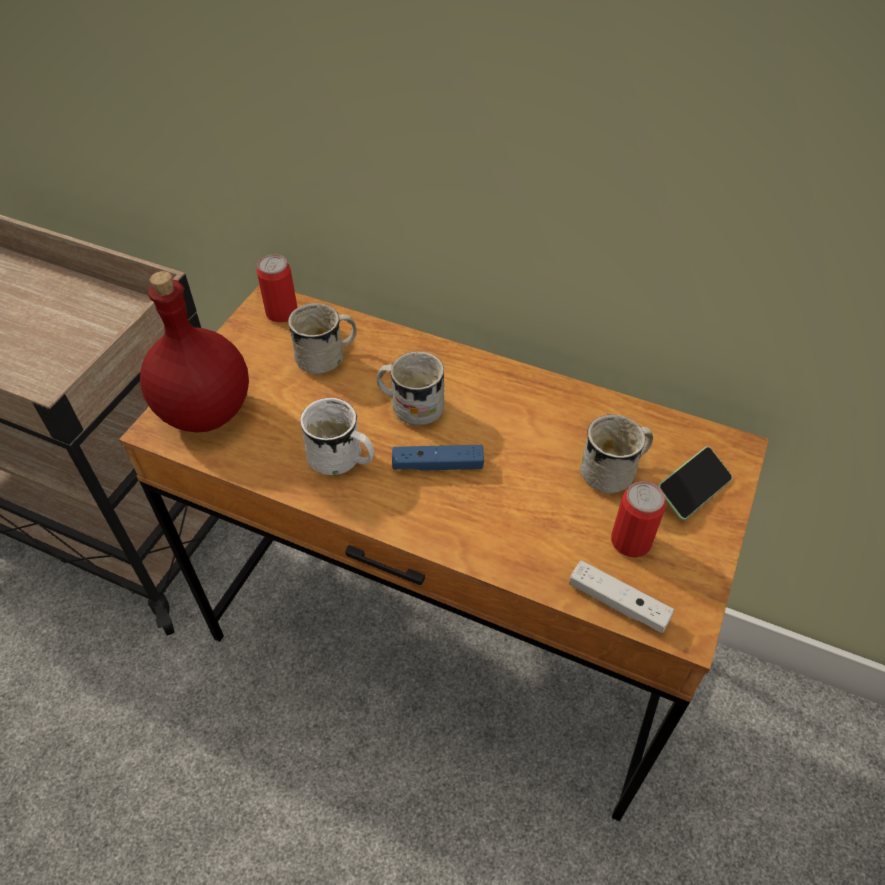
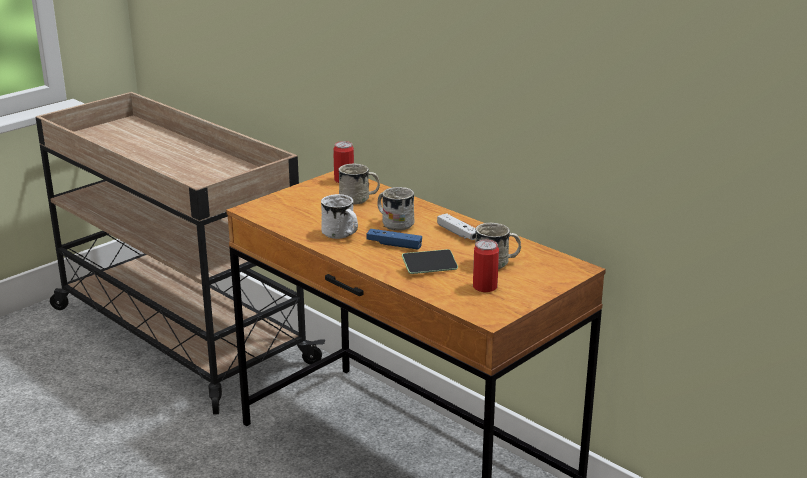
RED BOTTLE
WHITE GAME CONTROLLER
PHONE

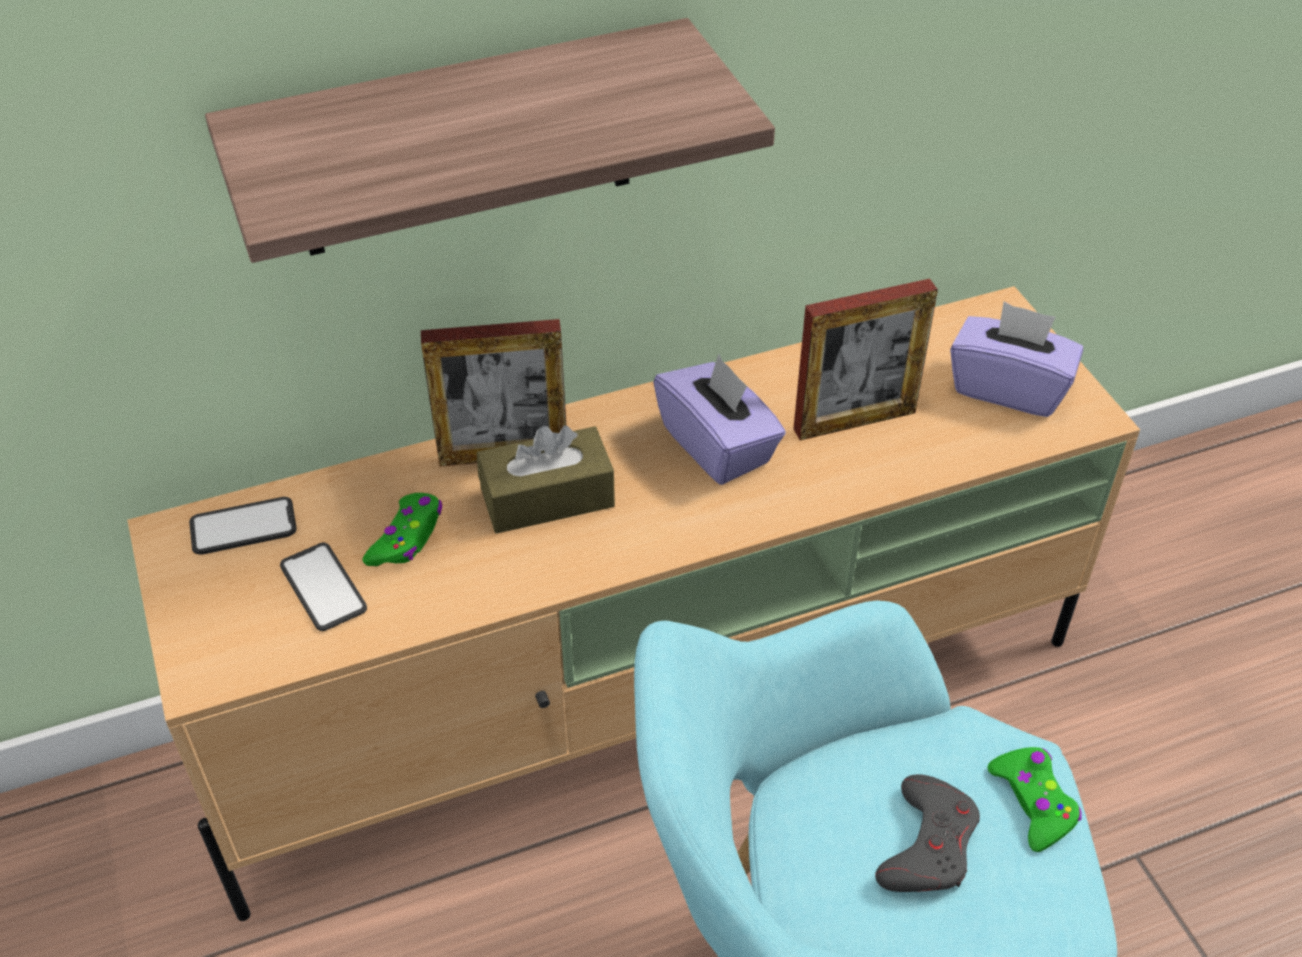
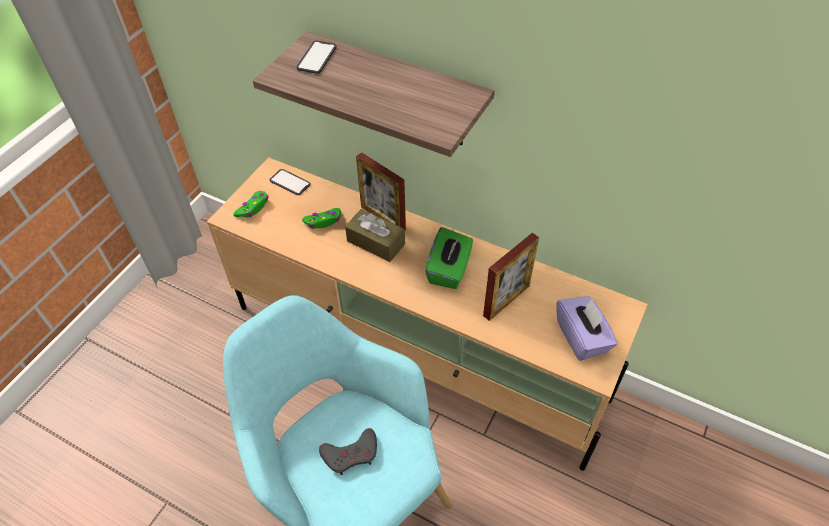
PHONE (no. 2 from left)
GREEN GAME CONTROLLER (no. 1 from left)
GREEN TISSUE BOX
PICTURE FRAME (no. 2 from left)

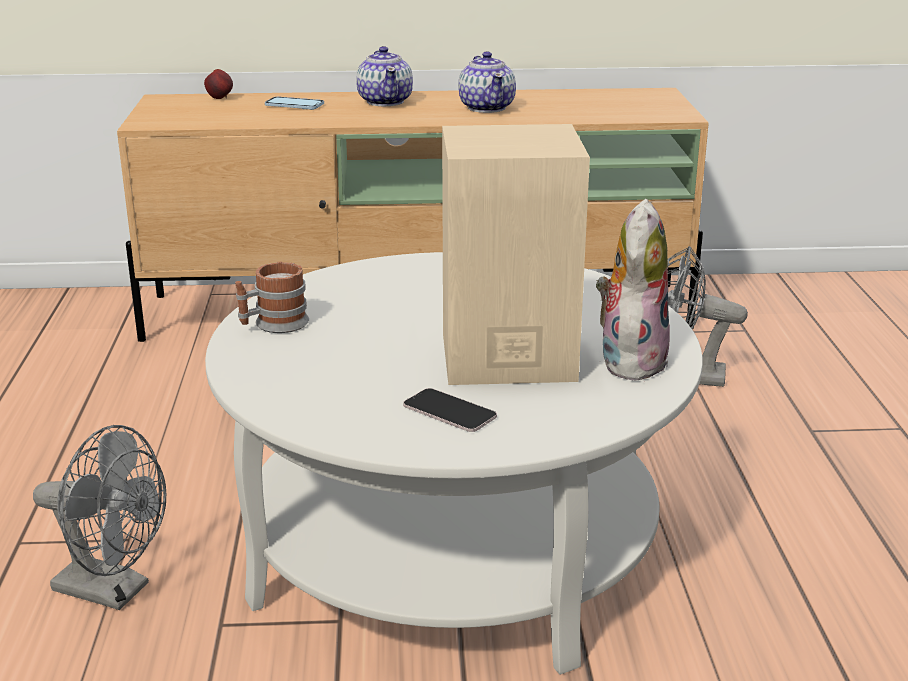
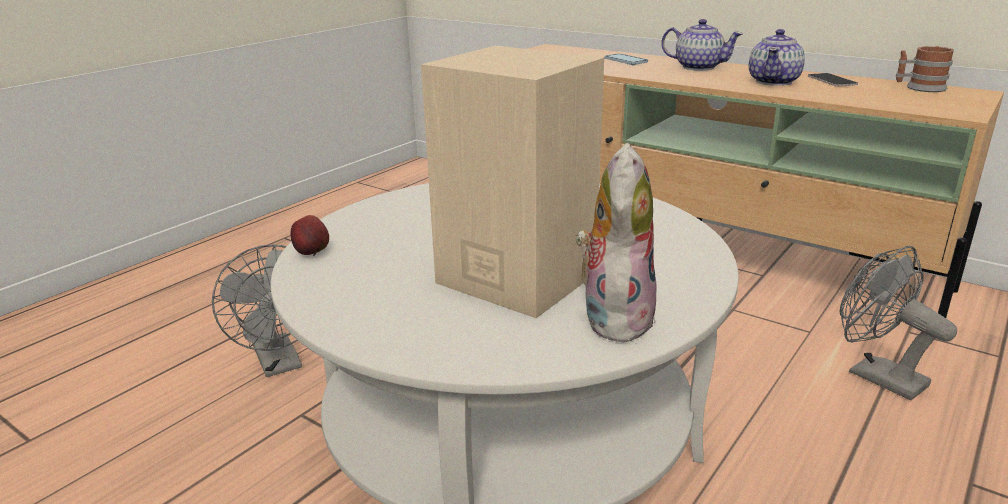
APPLE
MUG
PHONE (no. 2 from left)
TEAPOT (no. 1 from left)
PLUSH TOY

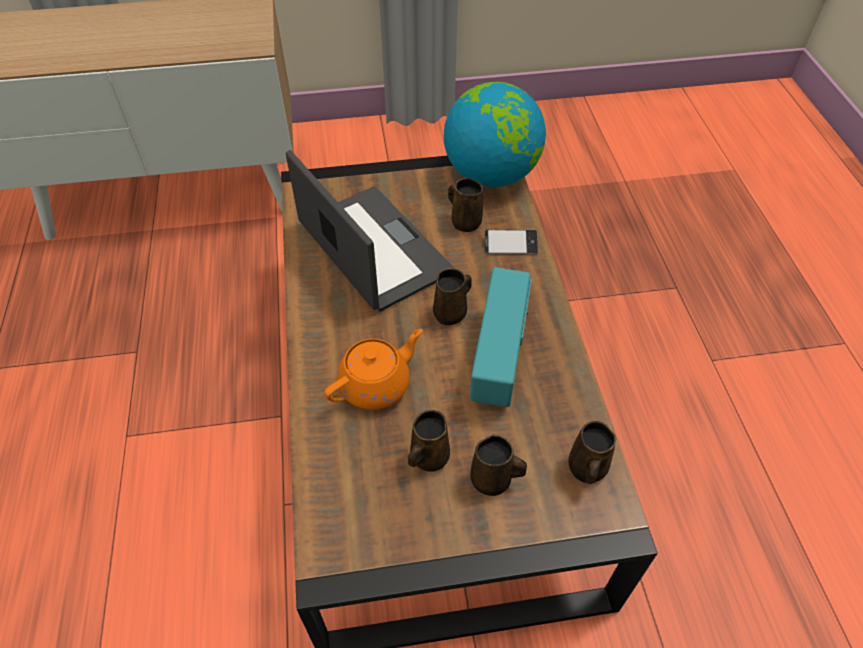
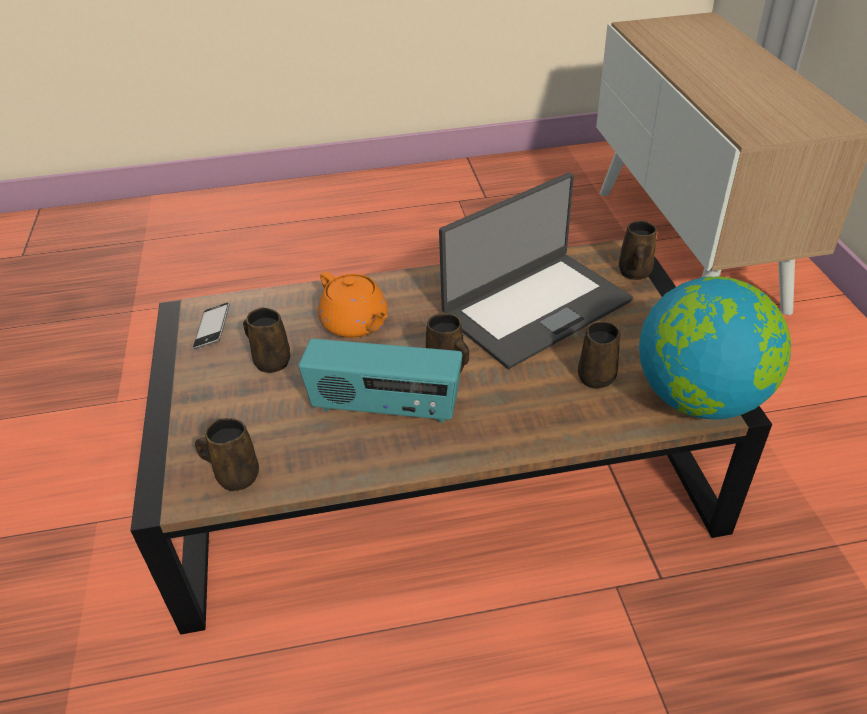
BROWN MUG (no. 5 from left)
PHONE

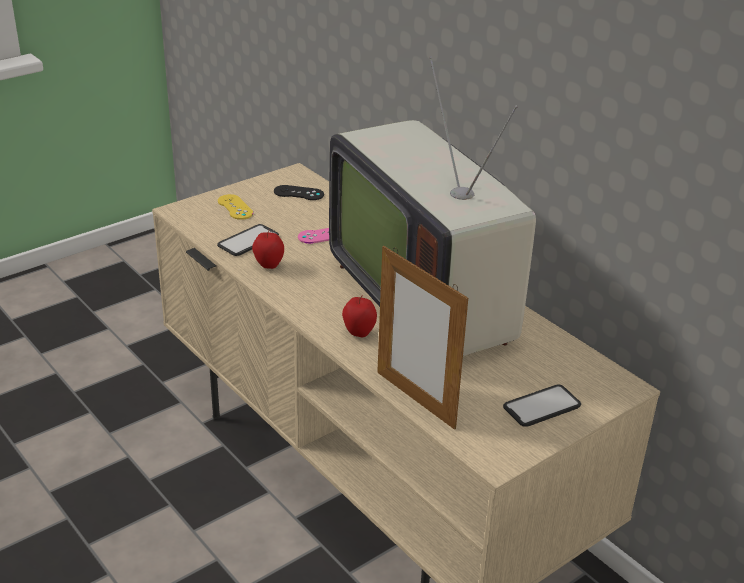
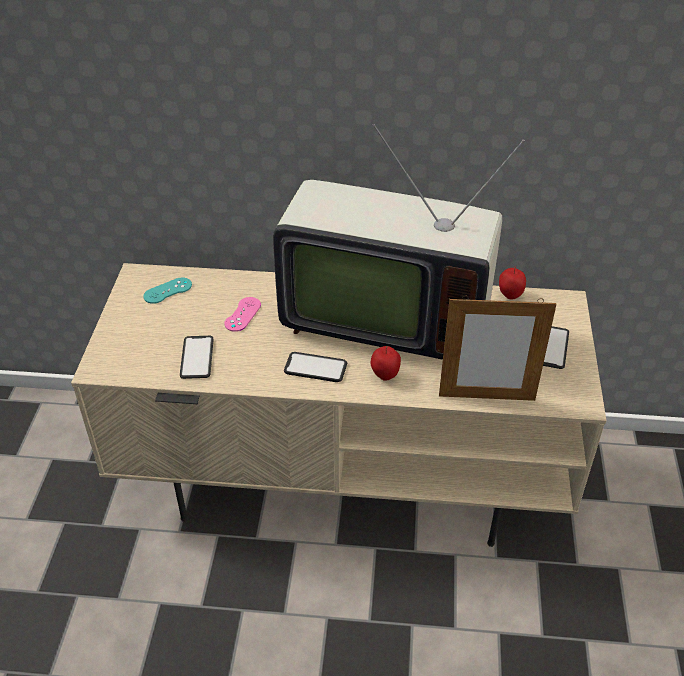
YELLOW GAME CONTROLLER
PHONE (no. 2 from left)
APPLE (no. 2 from left)
TURQUOISE GAME CONTROLLER

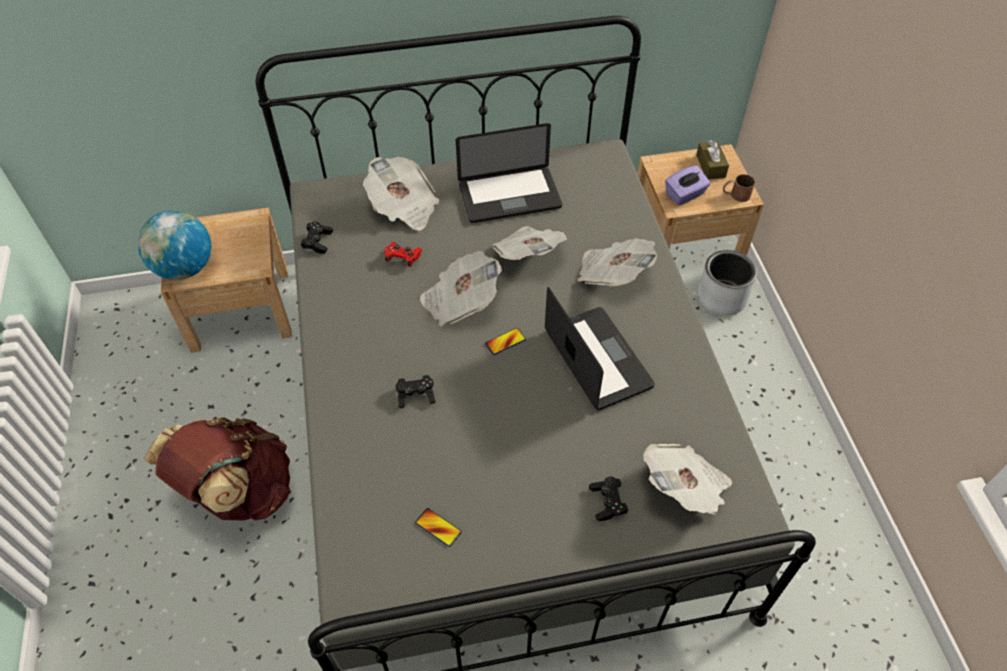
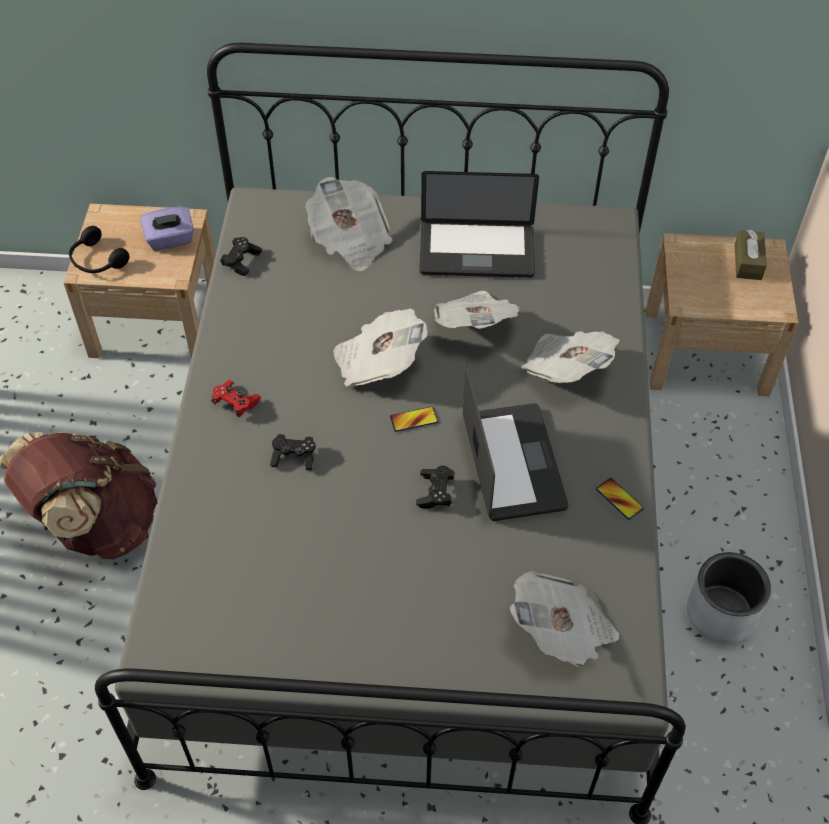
BROWN MUG
RED GAME CONTROLLER
PHONE (no. 2 from left)
BLACK GAME CONTROLLER (no. 3 from left)
PURPLE TISSUE BOX
GREY PLANTER
BLACK HEADPHONES

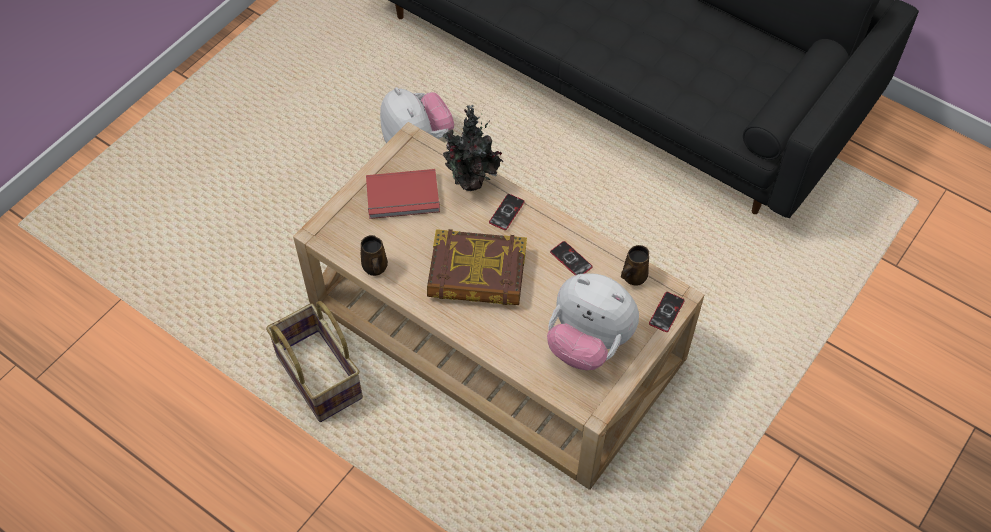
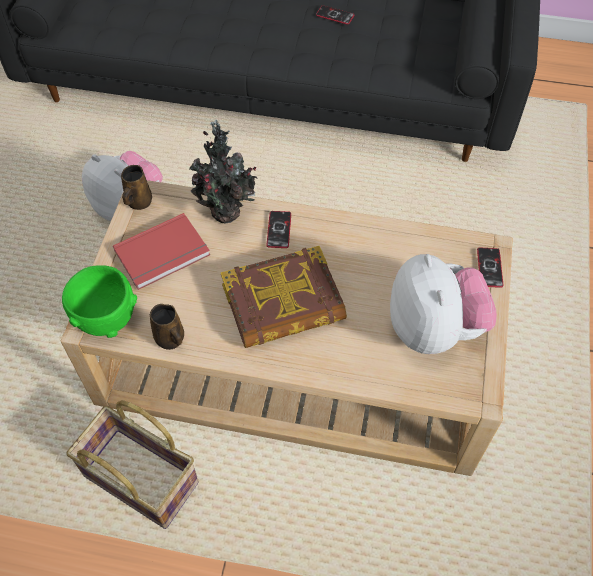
GREEN BOWL
PHONE (no. 2 from left)
BROWN MUG (no. 1 from left)
PLUSH TOY (no. 2 from left)

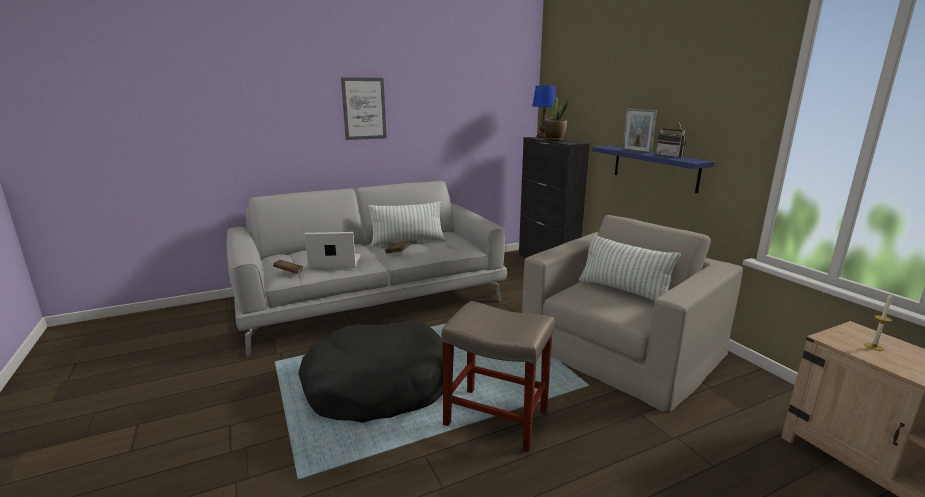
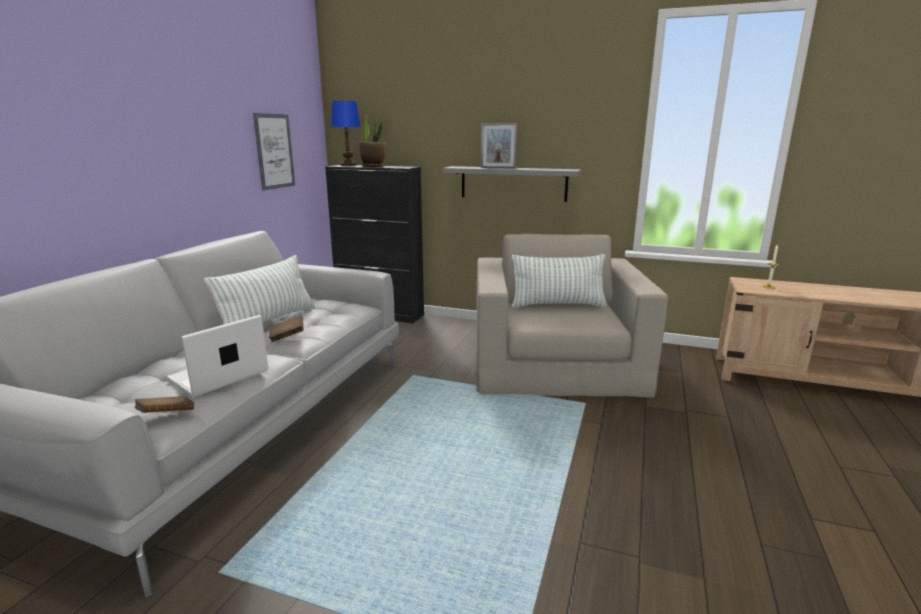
BLACK DOG BED
BEIGE STOOL
RADIO
PICTURE
GREY SHELF

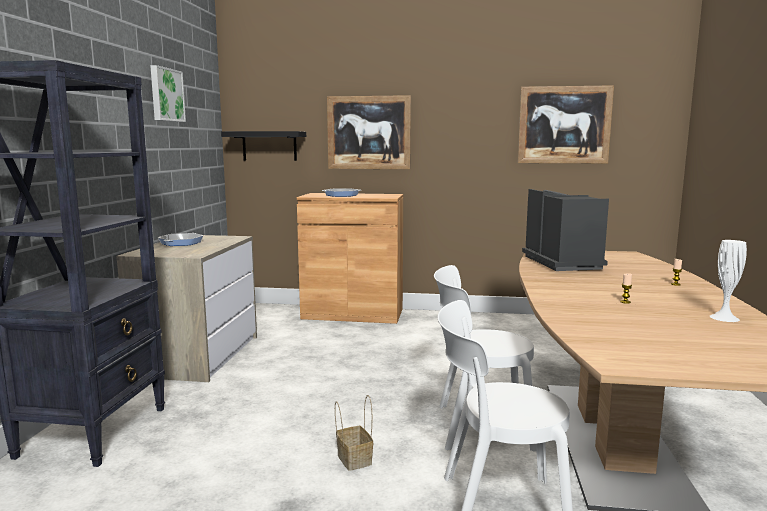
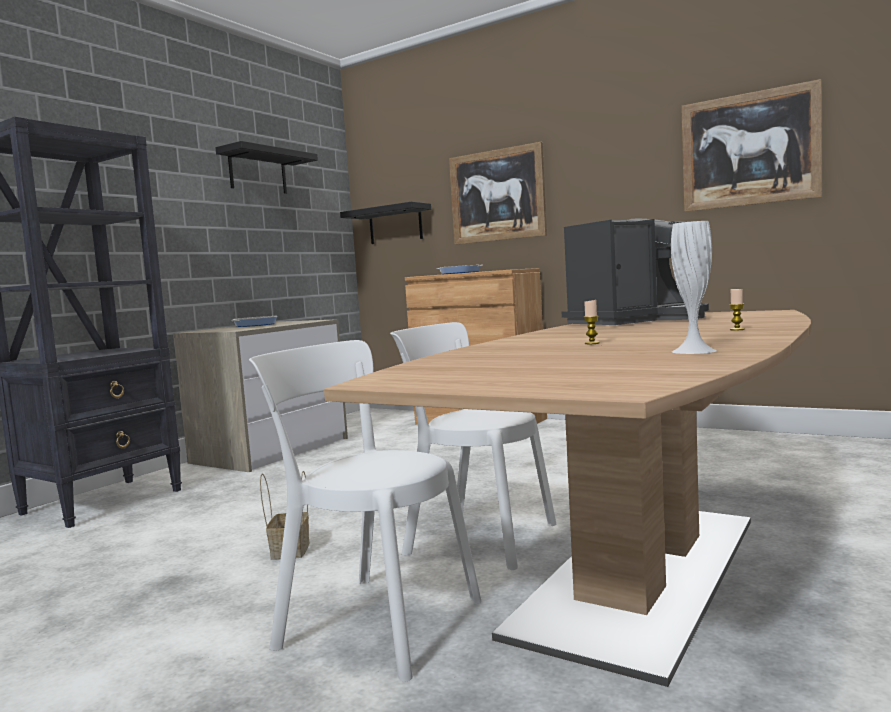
BLACK SHELF (no. 1 from left)
COFFEE MACHINE

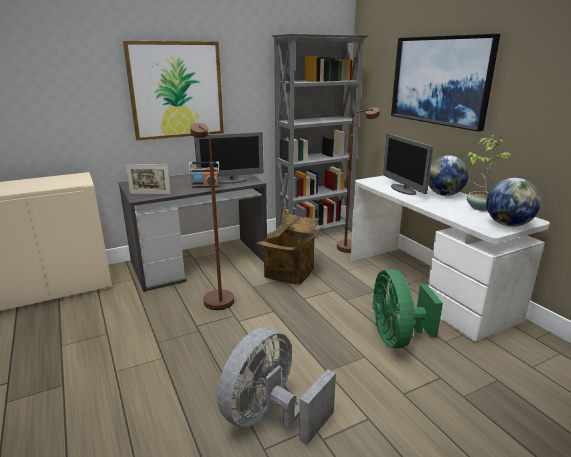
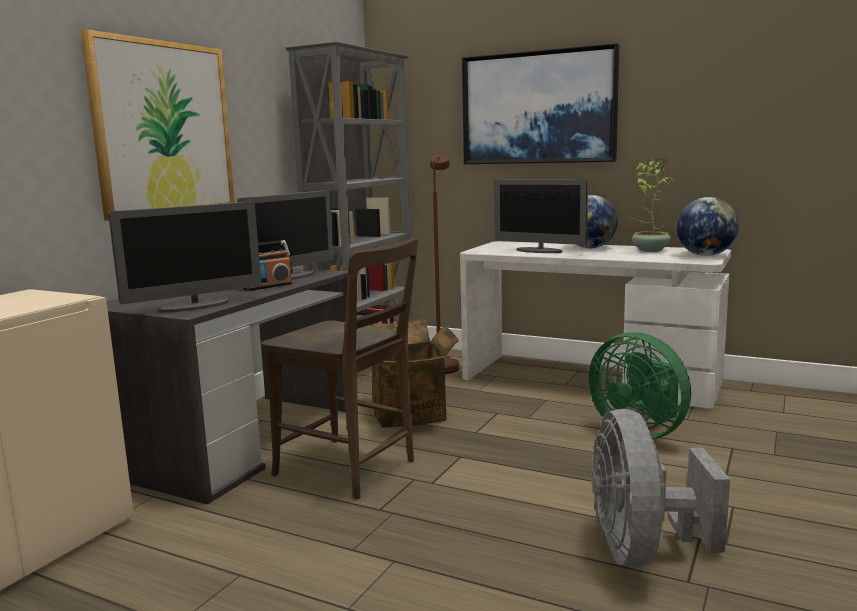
MONITOR (no. 1 from left)
BROWN CHAIR

